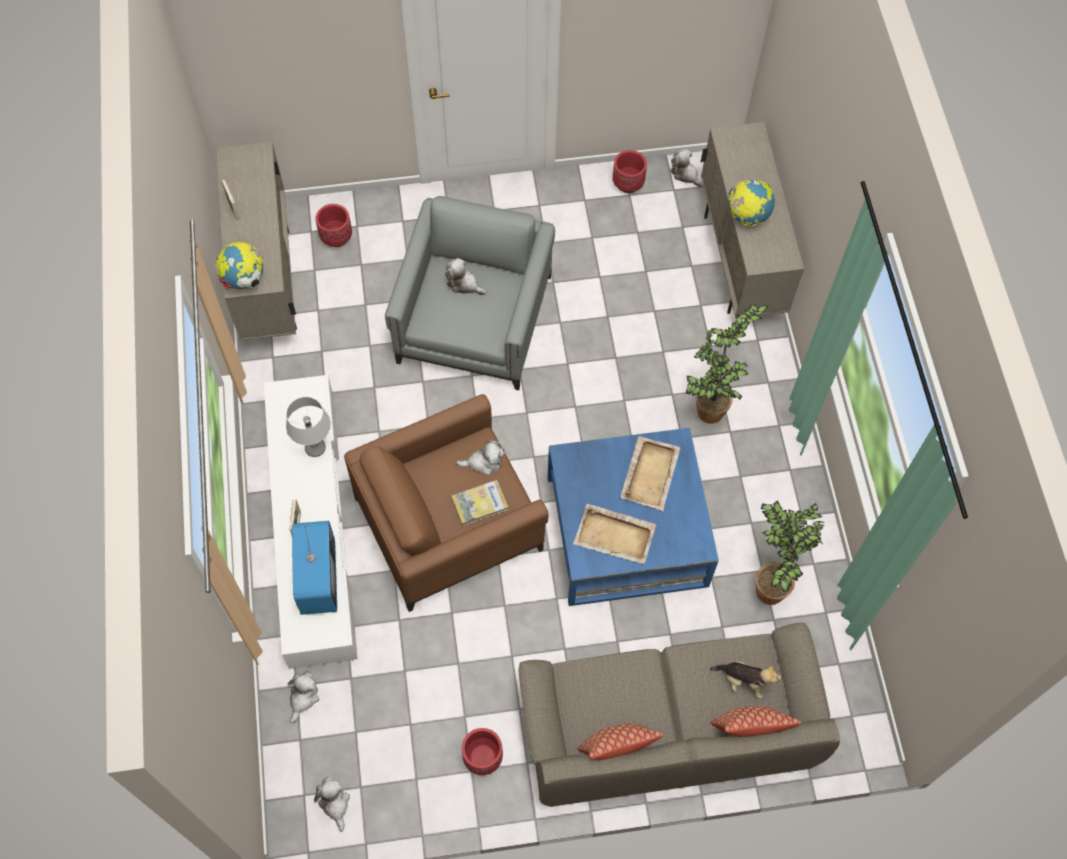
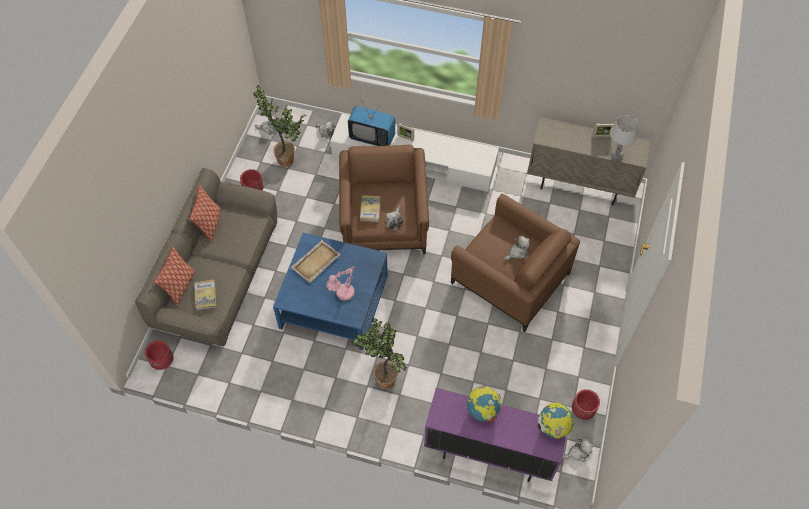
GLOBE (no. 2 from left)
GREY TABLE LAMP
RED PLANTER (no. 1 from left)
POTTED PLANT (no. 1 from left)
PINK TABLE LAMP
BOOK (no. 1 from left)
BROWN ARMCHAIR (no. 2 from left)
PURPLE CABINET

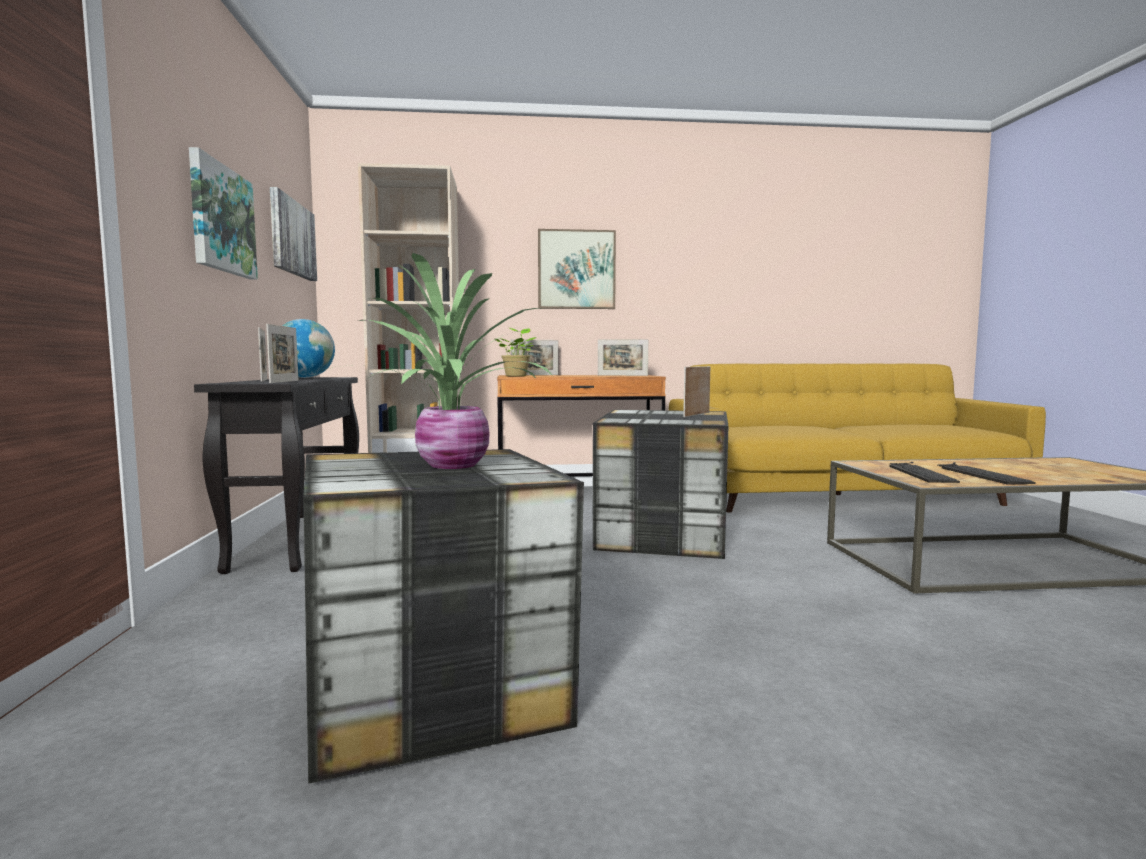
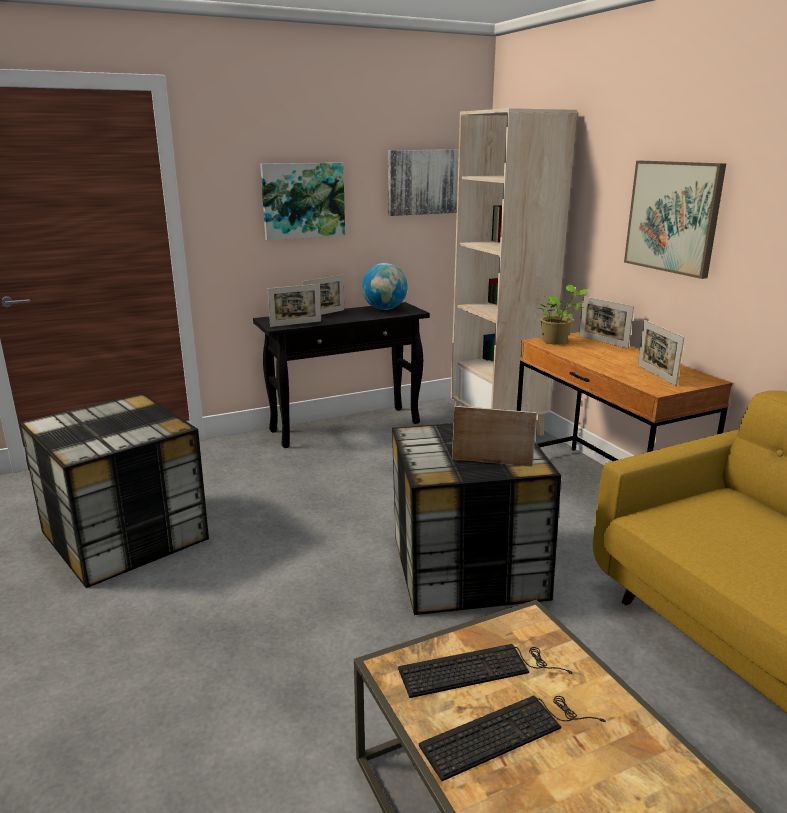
POTTED PLANT (no. 1 from left in the first image)

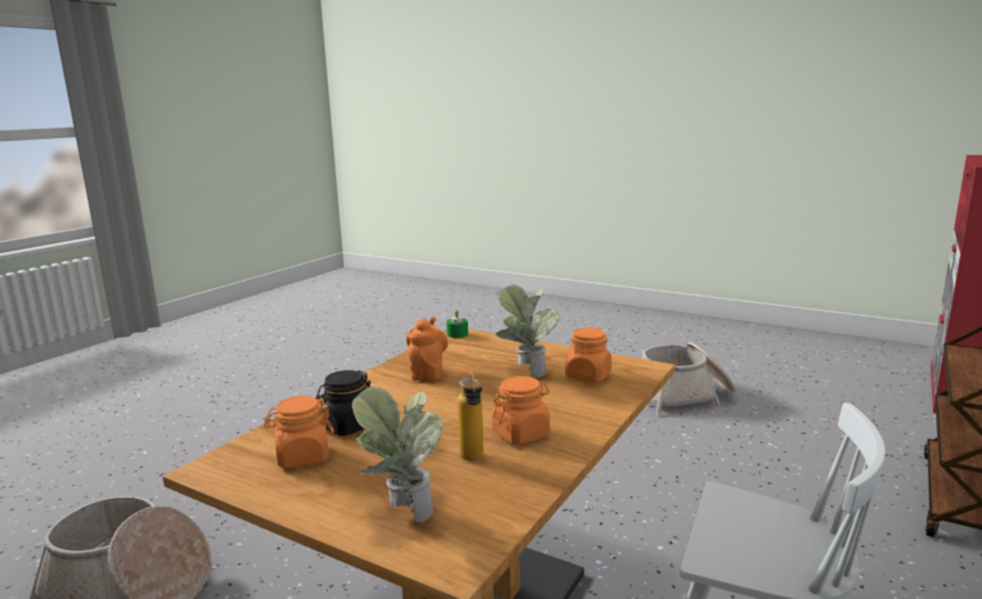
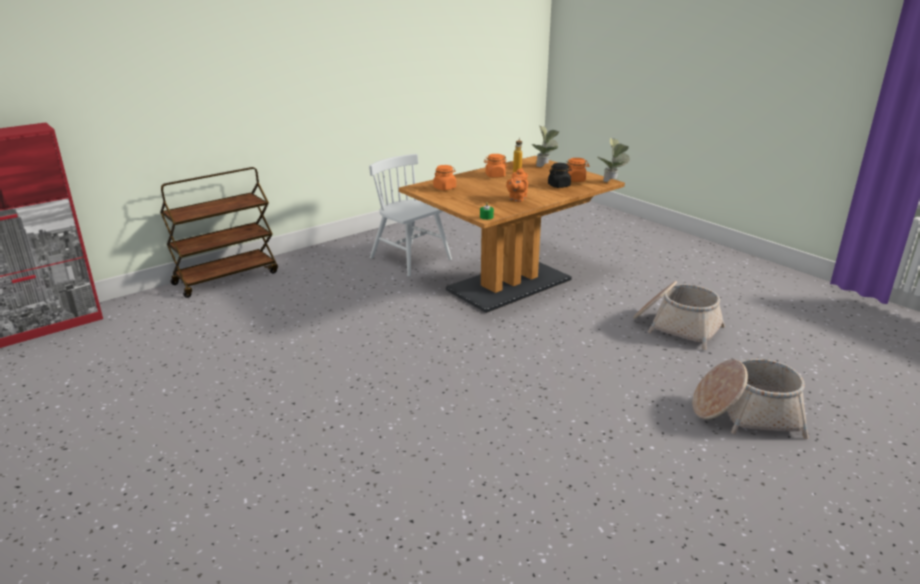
POTTED PLANT (no. 2 from left)
BASKET (no. 2 from left)

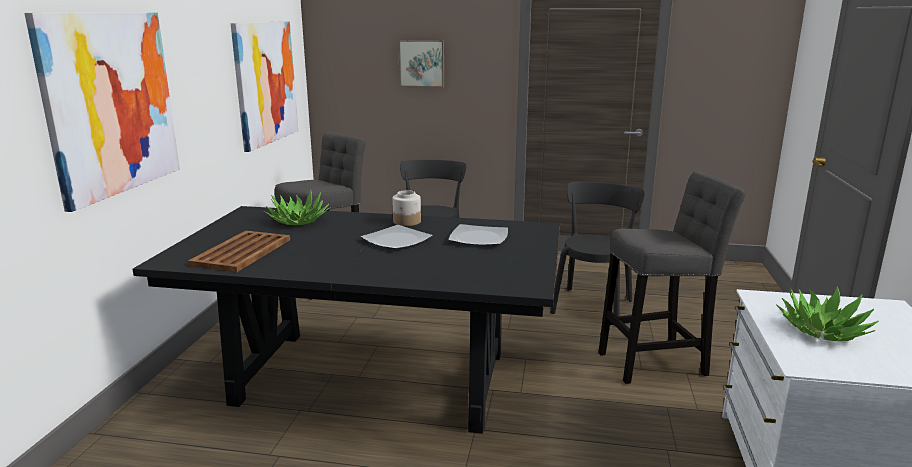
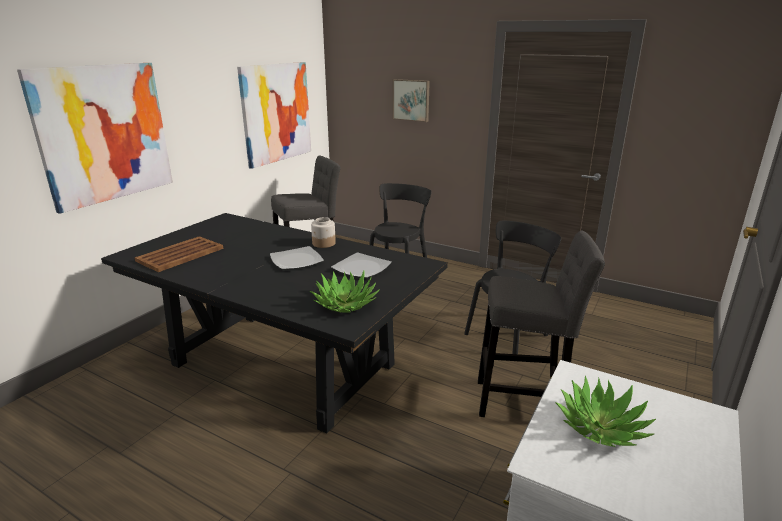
POTTED PLANT (no. 1 from left)

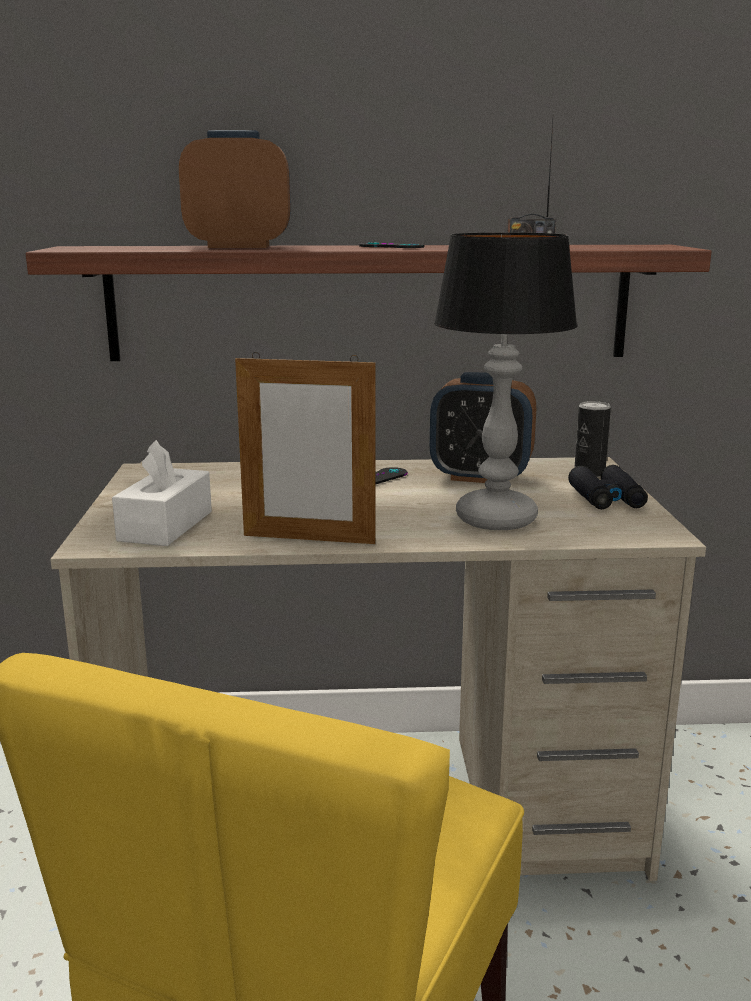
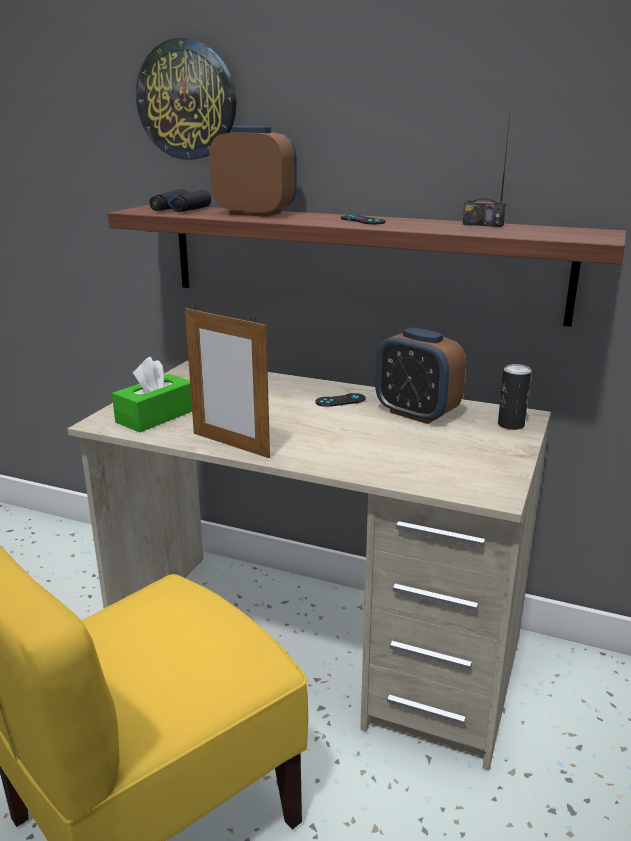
TABLE LAMP
WALL CLOCK
BLACK BINOCULARS
GREEN TISSUE BOX

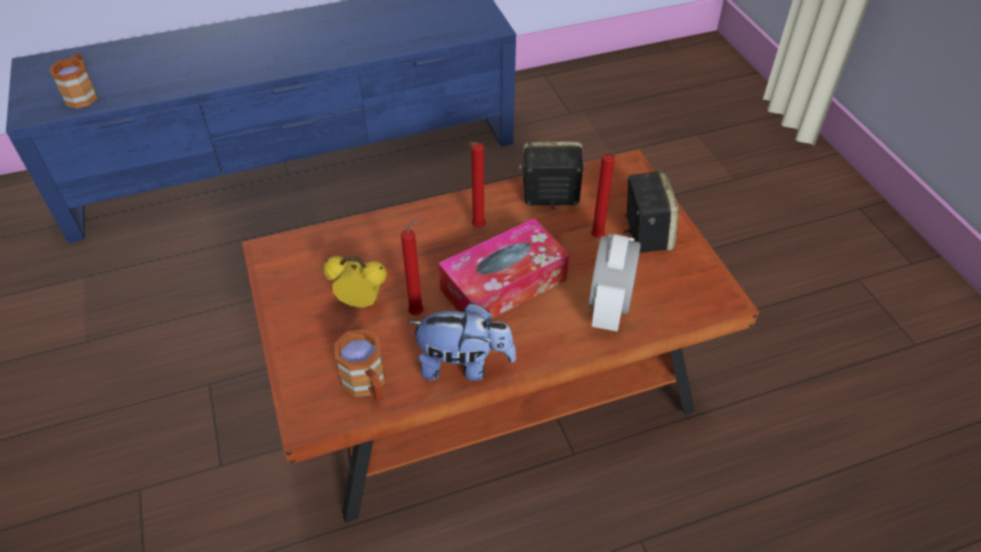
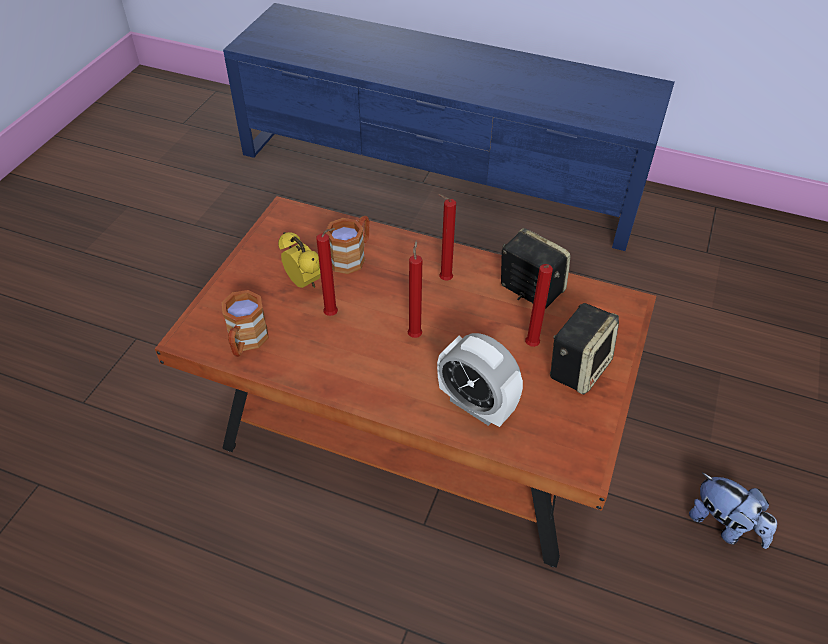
BROWN MUG (no. 2 from left)
PLUSH TOY
RED CANDLE (no. 2 from left)
ALARM CLOCK (no. 2 from left)

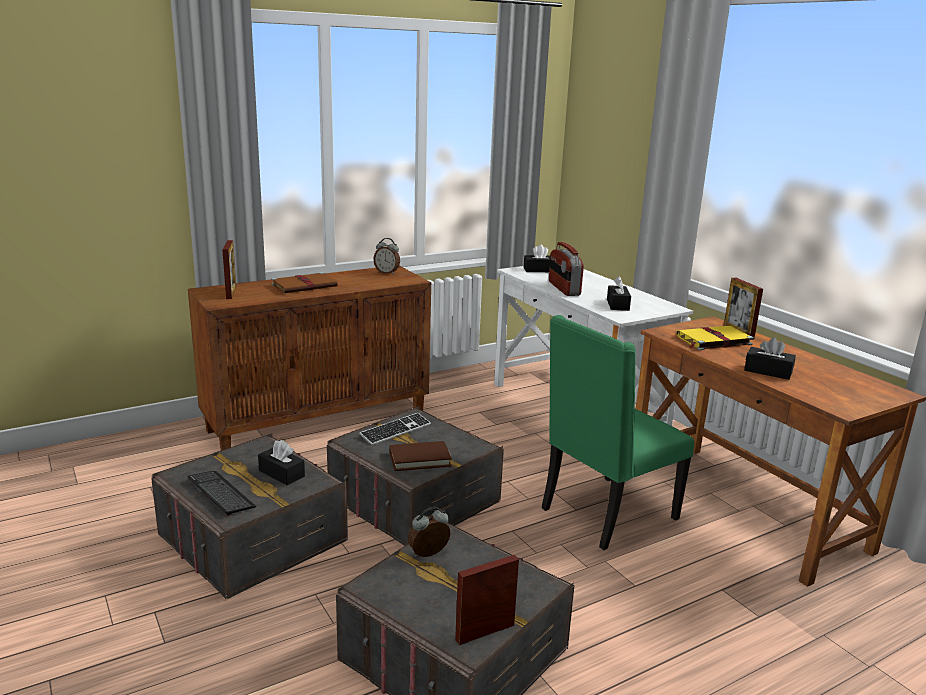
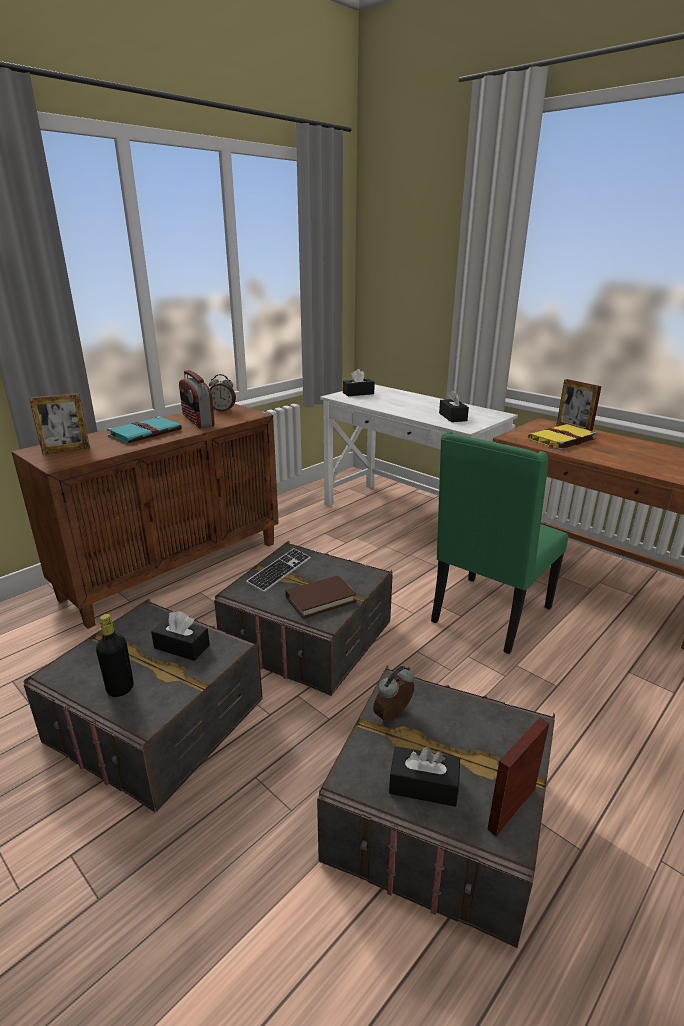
RADIO
BLACK TISSUE BOX (no. 3 from left)
BLACK BOTTLE
TURQUOISE BOOK
PICTURE FRAME (no. 1 from left)

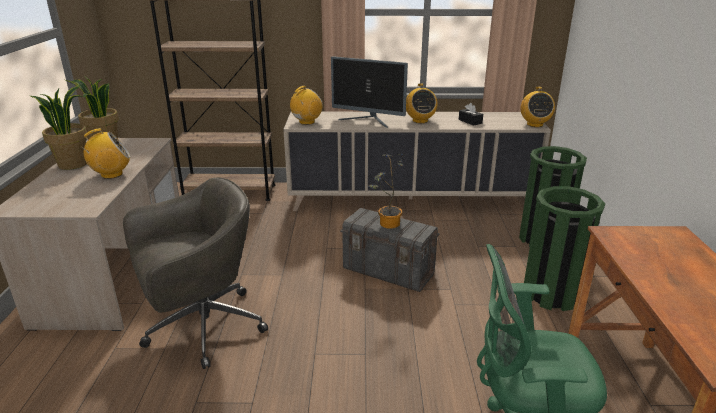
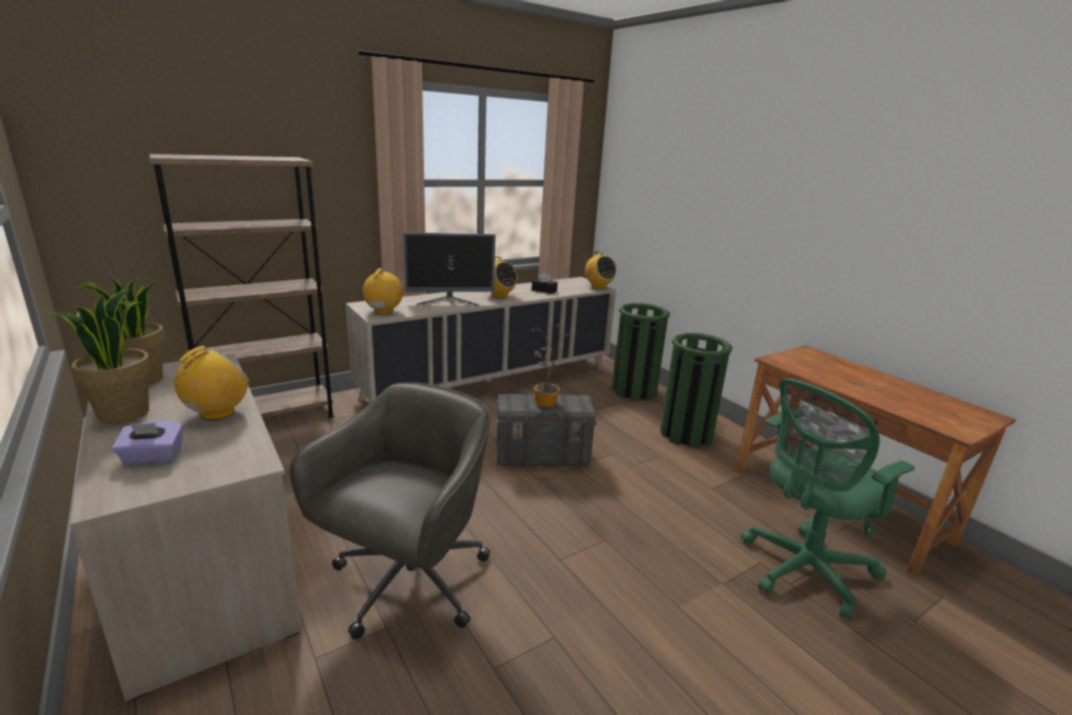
PURPLE TISSUE BOX

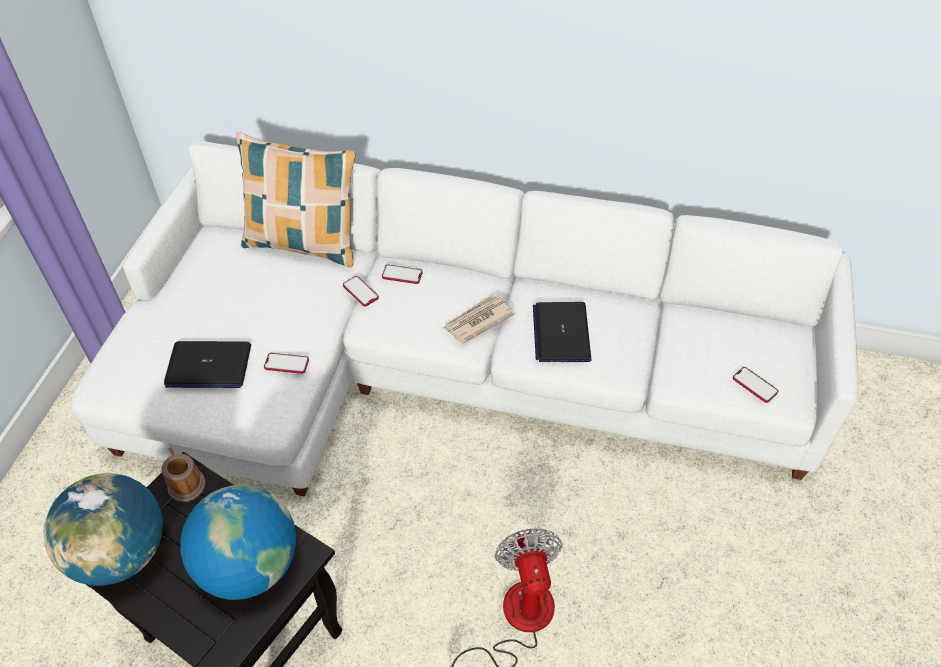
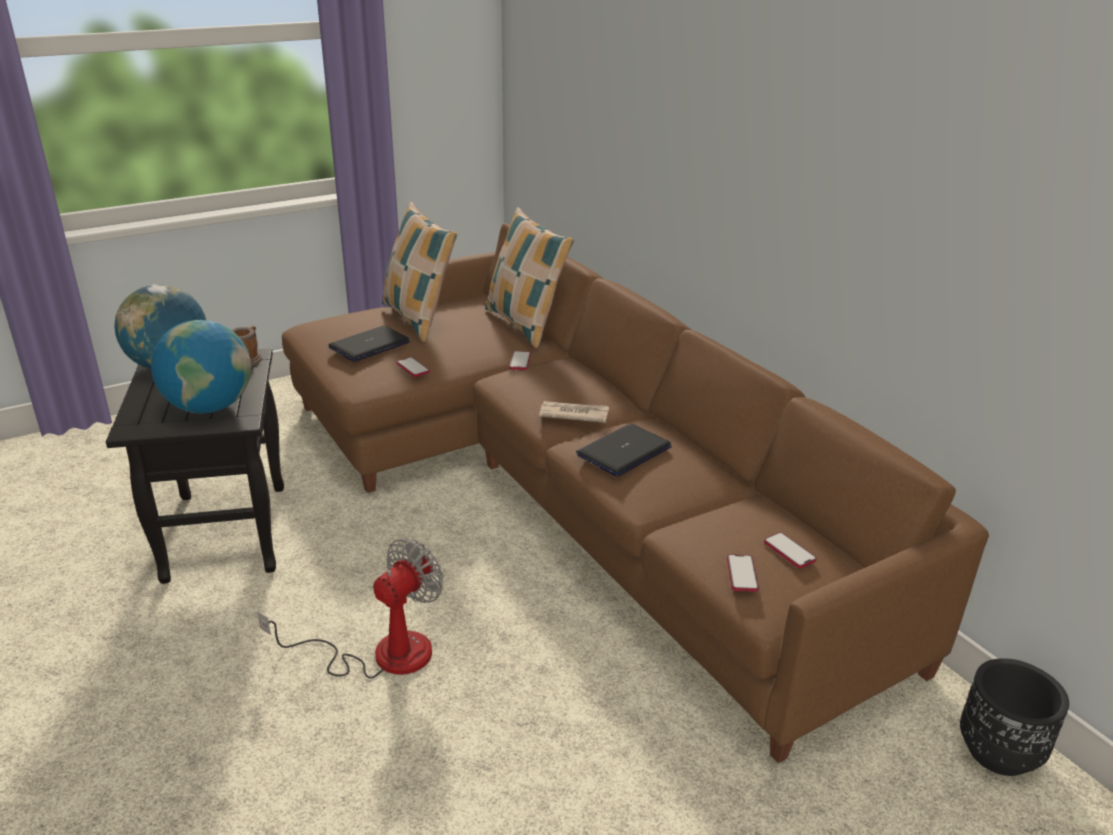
PILLOW (no. 1 from left)
BLACK PLANTER
PHONE (no. 4 from left)
BROWN SOFA
LAPTOP (no. 1 from left)

